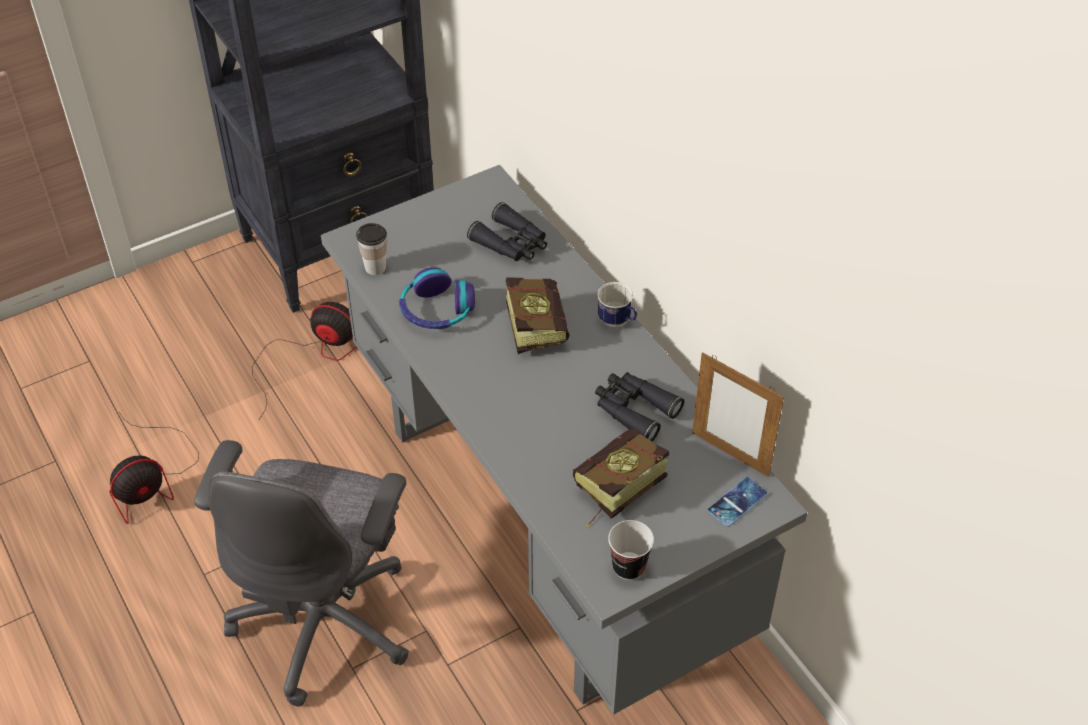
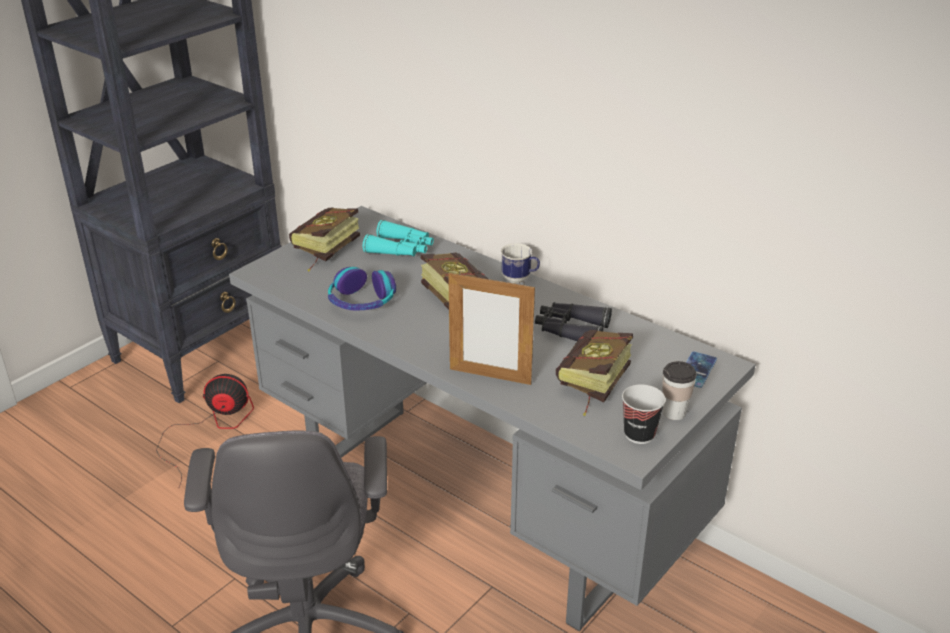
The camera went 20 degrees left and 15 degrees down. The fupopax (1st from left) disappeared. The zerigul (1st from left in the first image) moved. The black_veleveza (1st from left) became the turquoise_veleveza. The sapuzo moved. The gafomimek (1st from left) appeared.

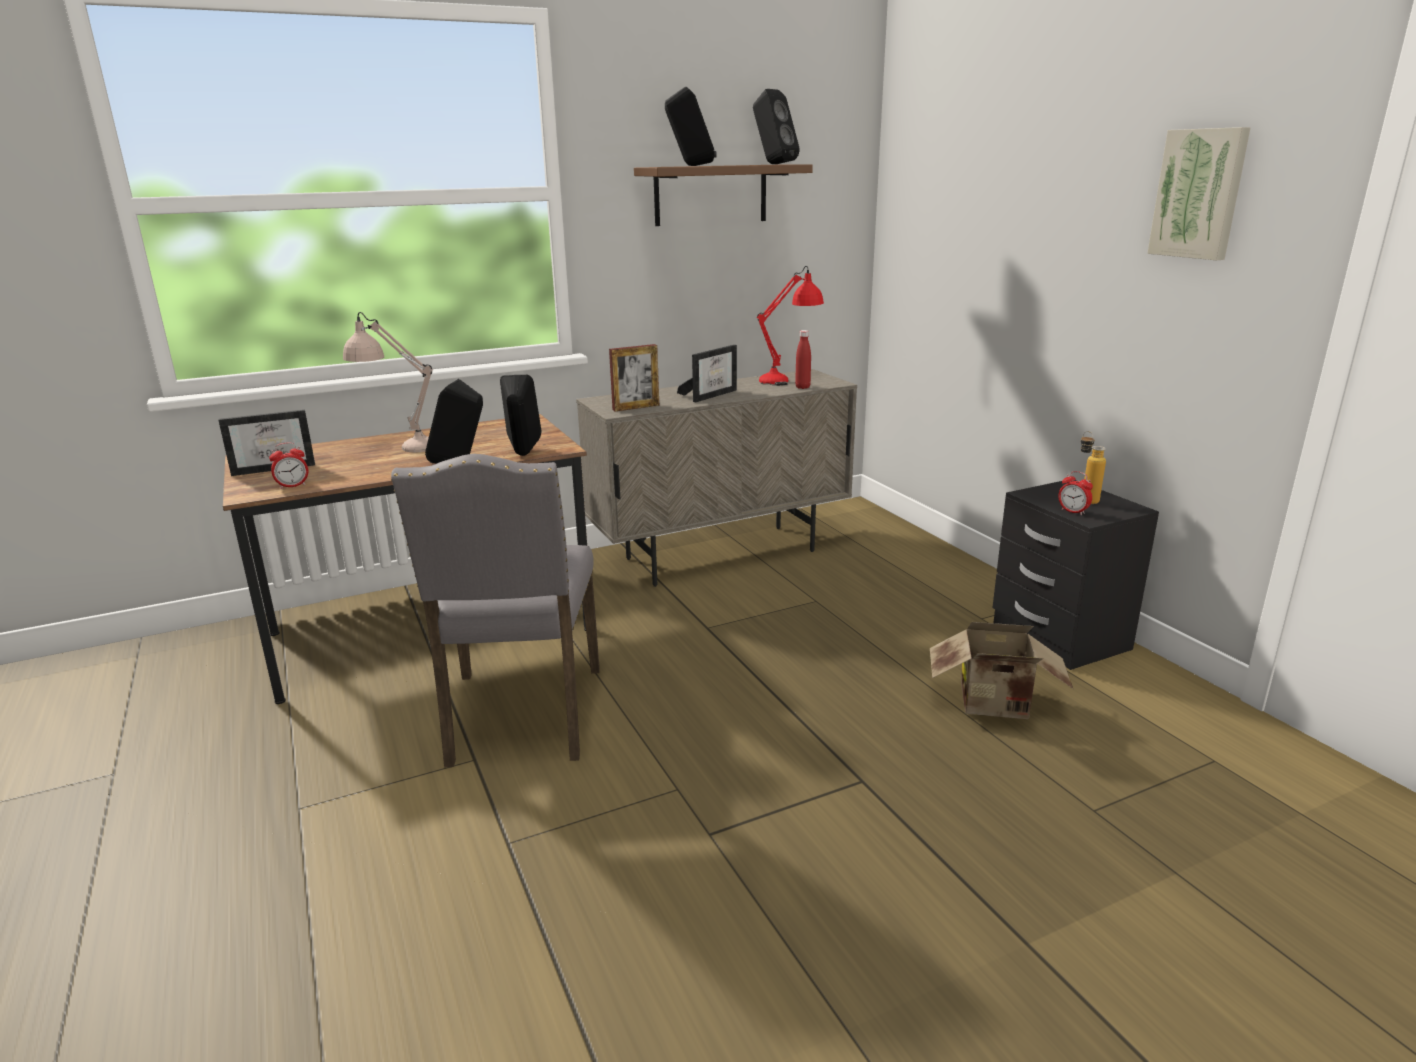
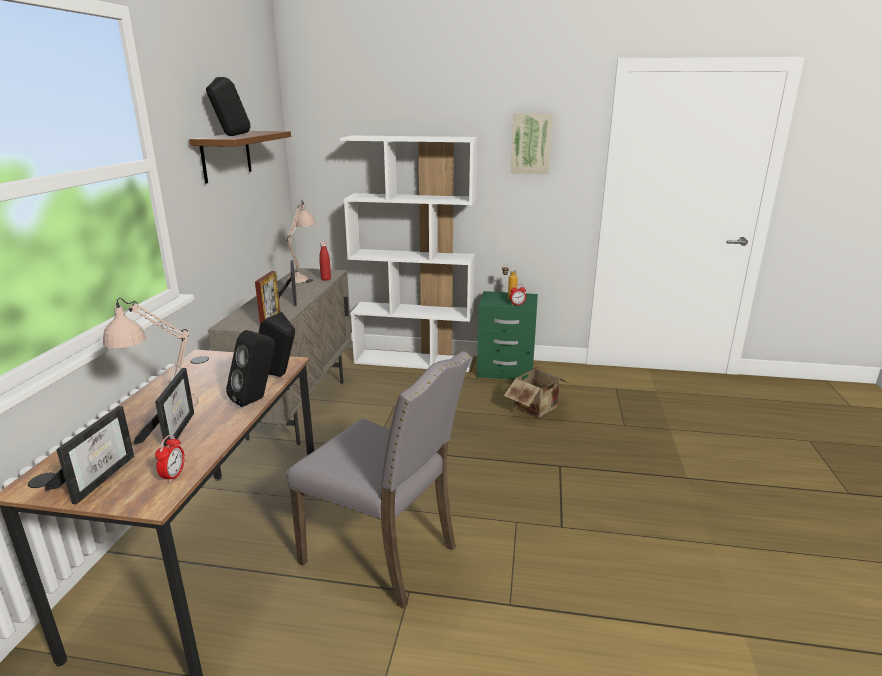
The camera went 55 degrees left and 0 degrees up. The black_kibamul (4th from left) disappeared. The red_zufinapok became the beige_zufinapok (2nd from left). The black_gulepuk became the green_gulepuk. The sapuzo (2nd from left) appeared. The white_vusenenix appeared.

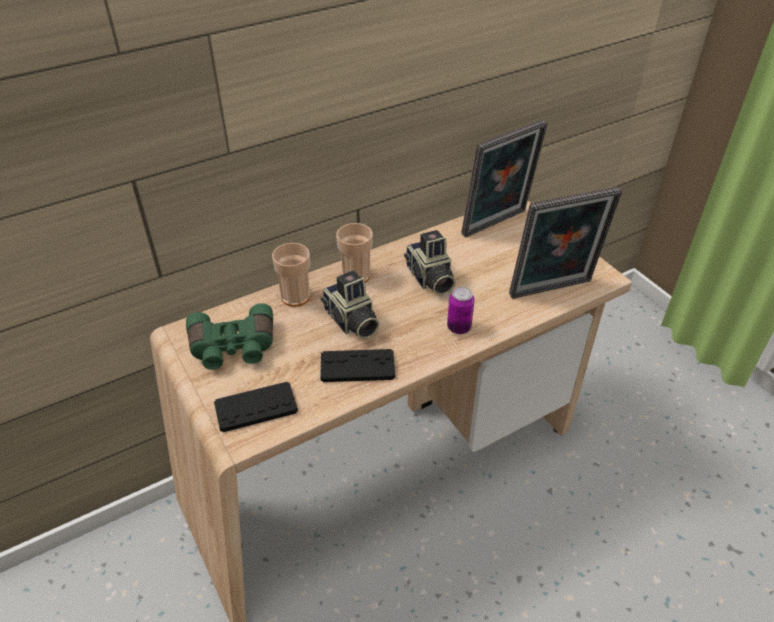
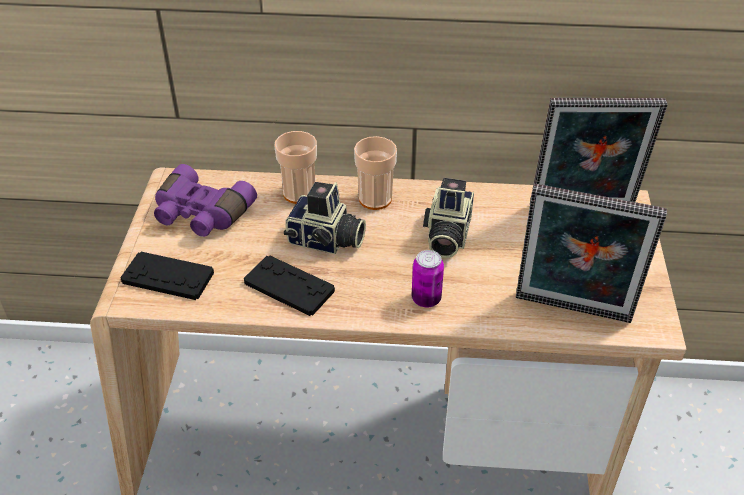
The camera went 35 degrees right and 0 degrees up. The green_veleveza became the purple_veleveza. The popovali (1st from left) turned 75 degrees counterclockwise.

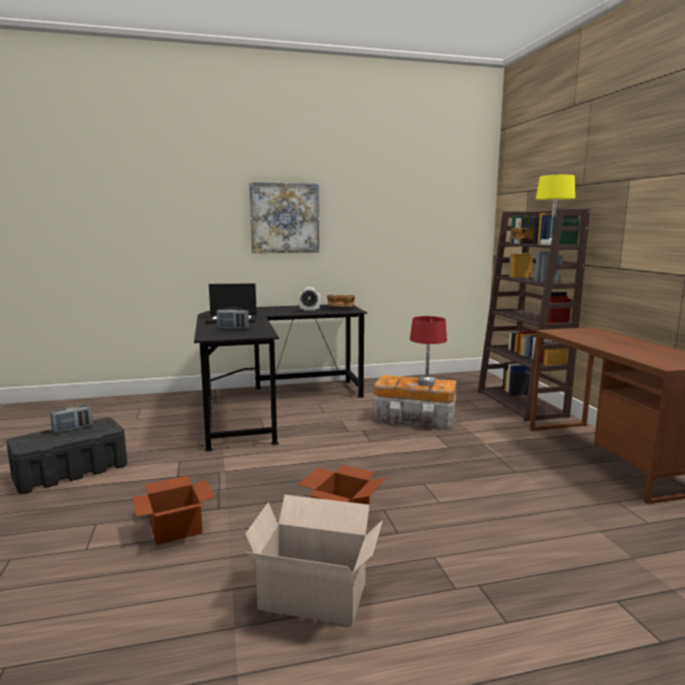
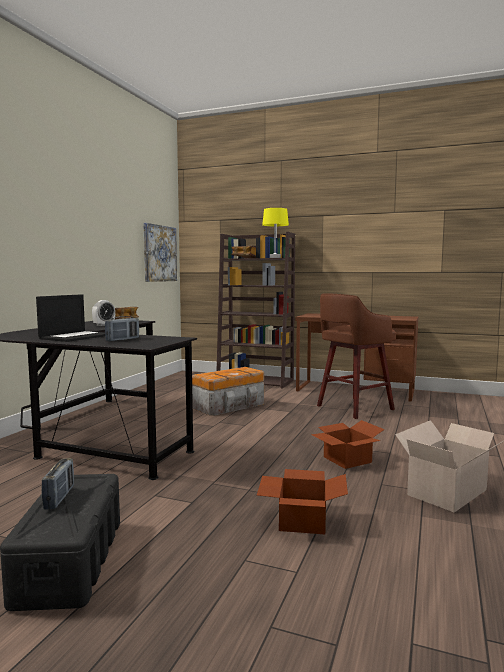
The camera went 55 degrees left and 5 degrees down. The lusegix moved. The red_zufinapok disappeared. The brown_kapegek appeared.

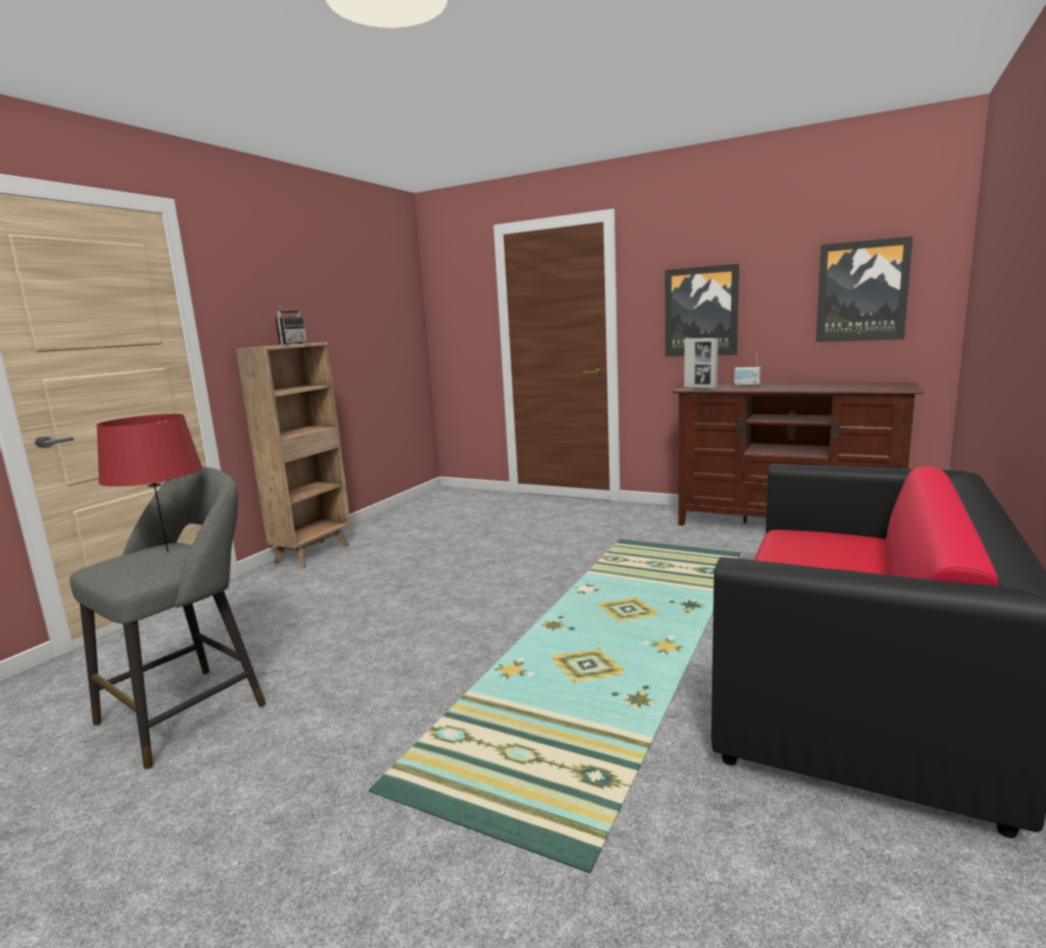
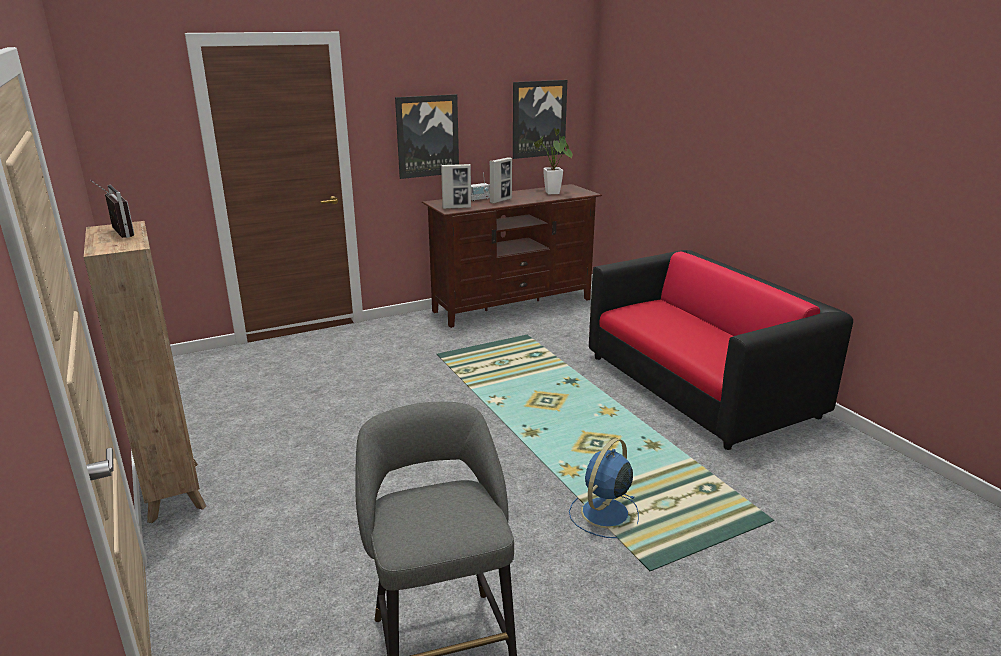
The camera went 55 degrees left and 10 degrees up. The red_zufinapok disappeared. The sapuzo (2nd from left) appeared. The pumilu appeared. The blue_fupopax appeared.

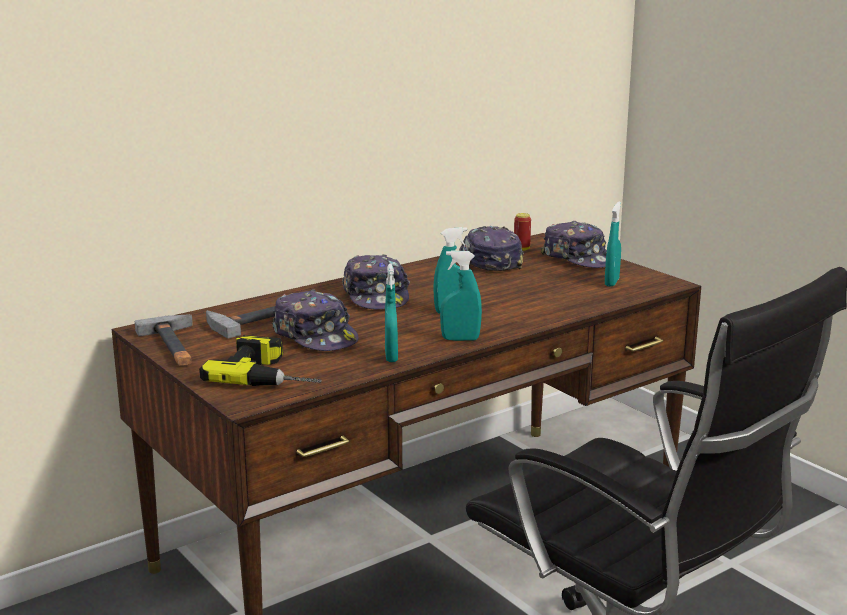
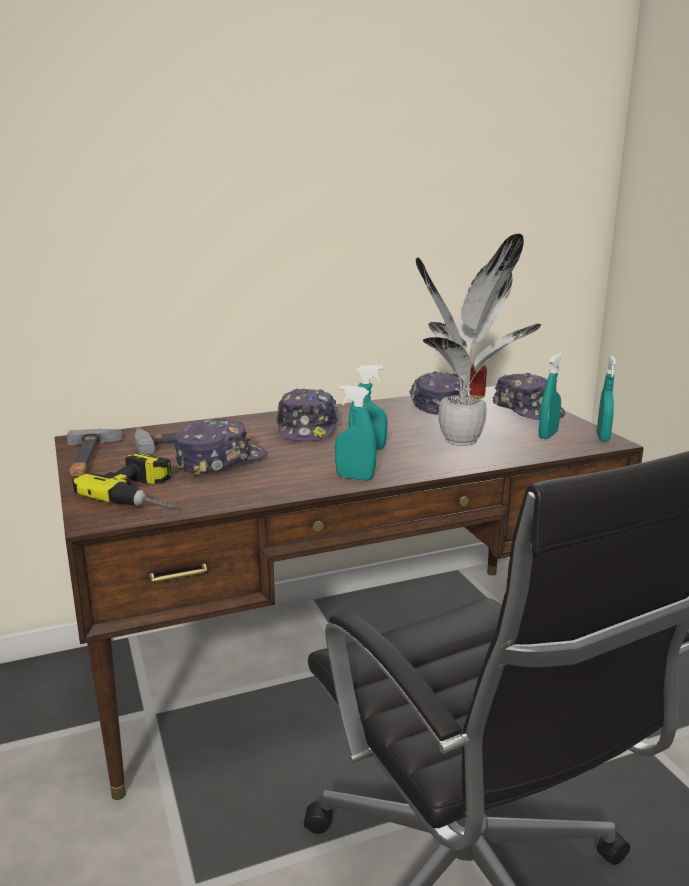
The camera went 15 degrees right and 0 degrees up. The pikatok (1st from left) turned 105 degrees counterclockwise. The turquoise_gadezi (1st from left in the first image) moved. The pumilu appeared.

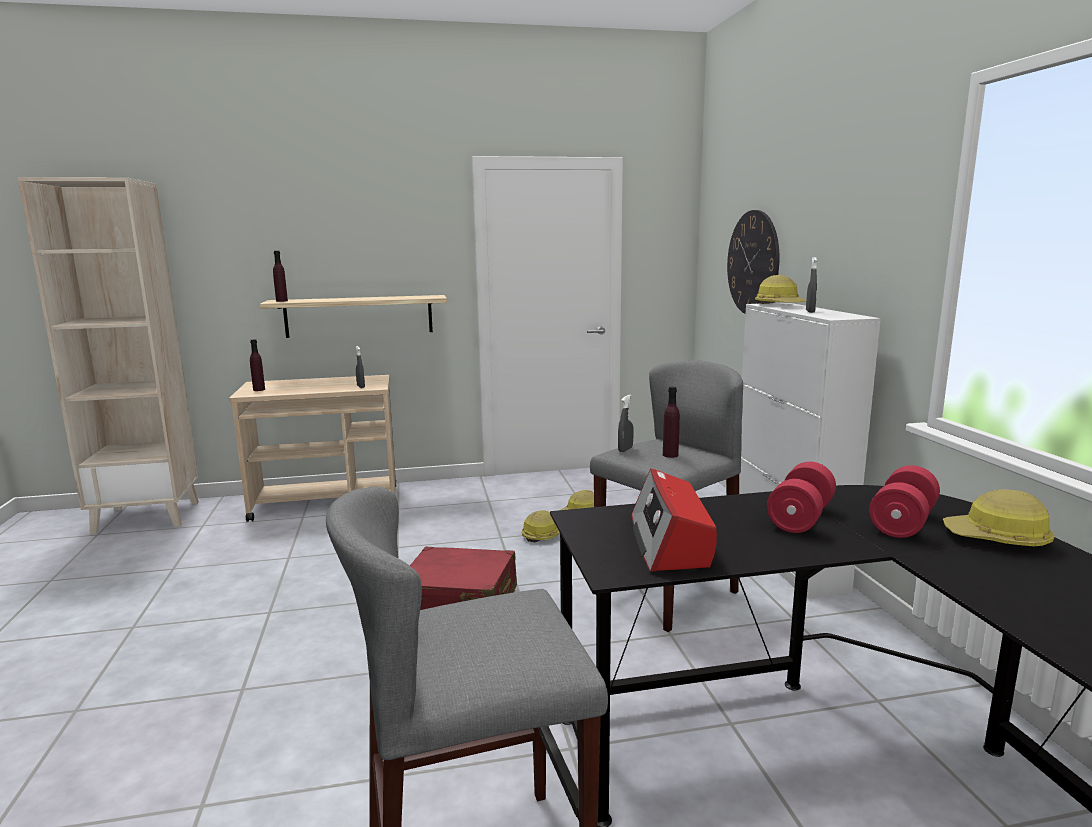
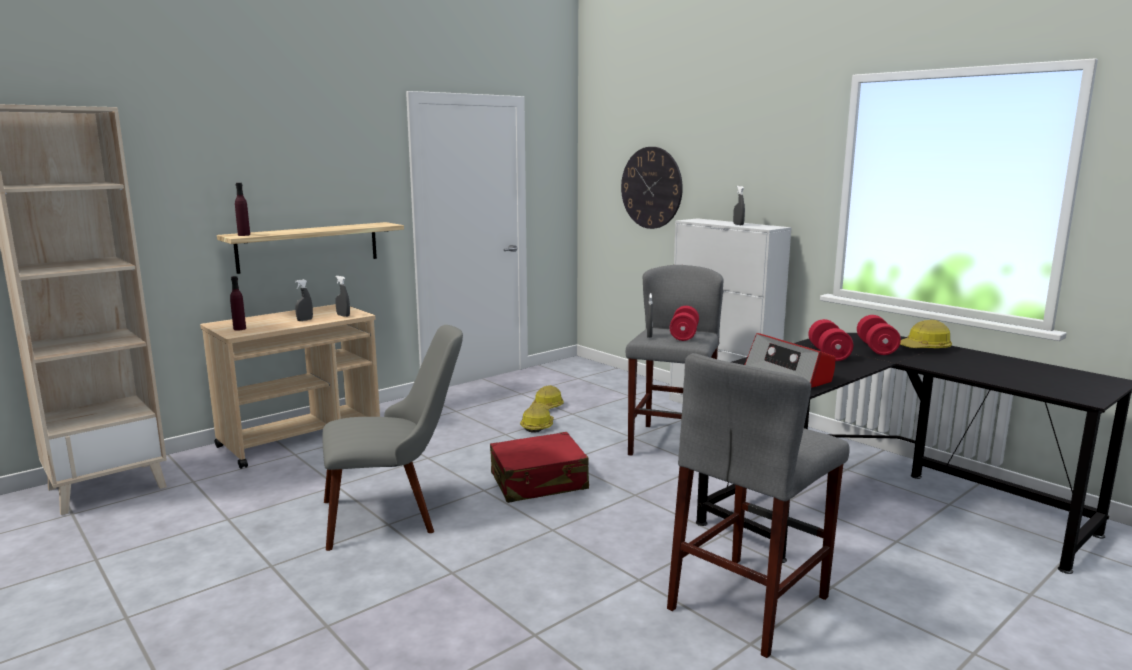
The camera went 30 degrees left and 0 degrees up. The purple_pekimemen (3rd from left) was replaced by the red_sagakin (1st from left). The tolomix (3rd from left) disappeared. The grey_gadezi (1st from left) appeared. The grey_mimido appeared.

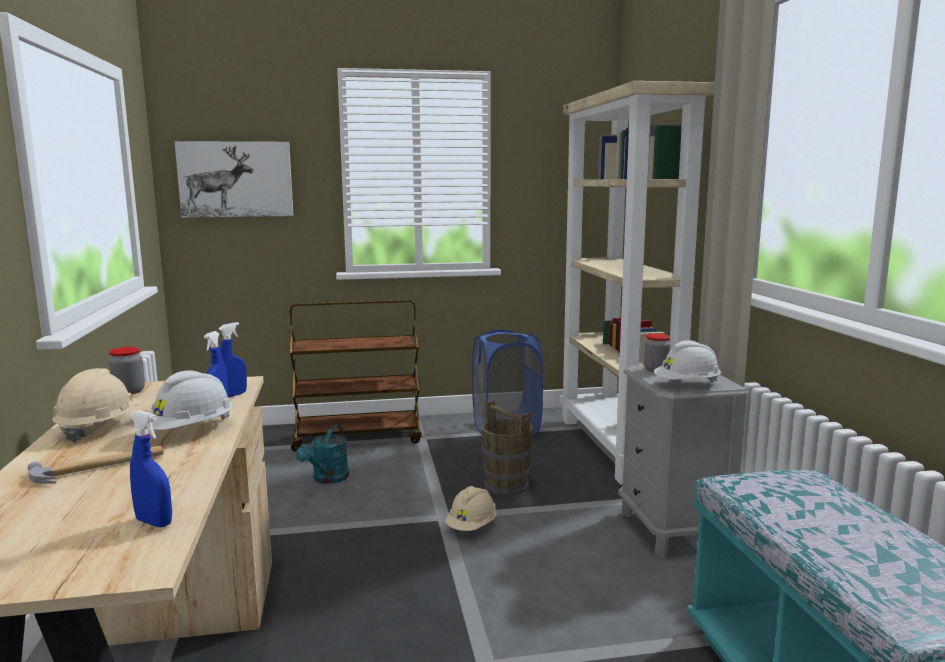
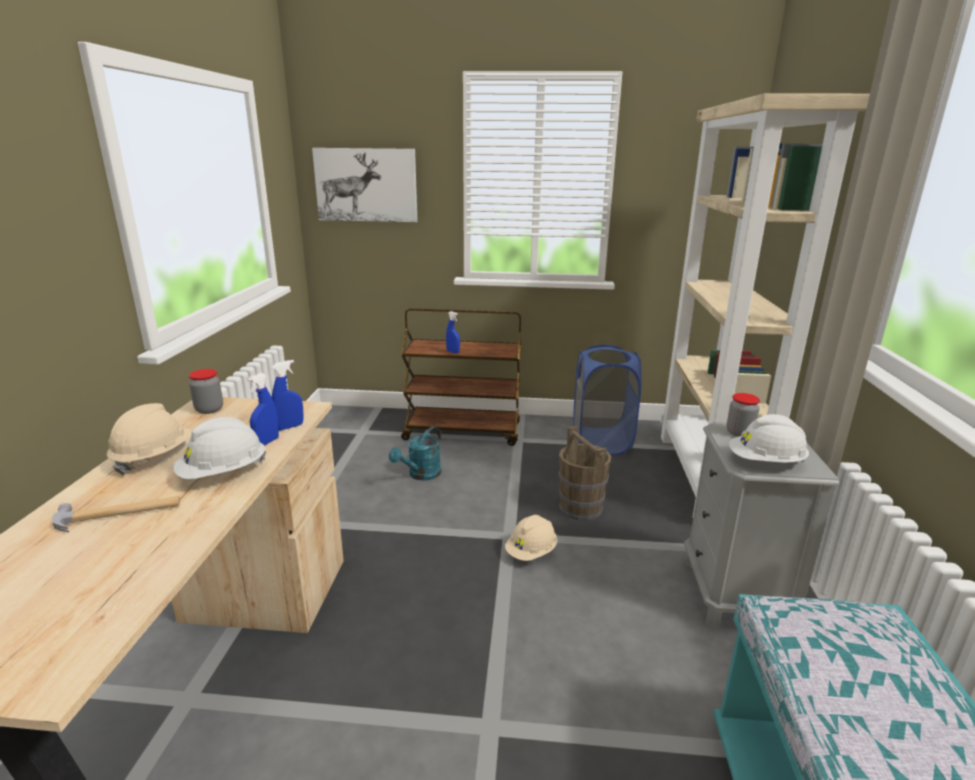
The camera went 15 degrees right and 10 degrees up. The blue_gadezi (1st from left in the first image) moved.

